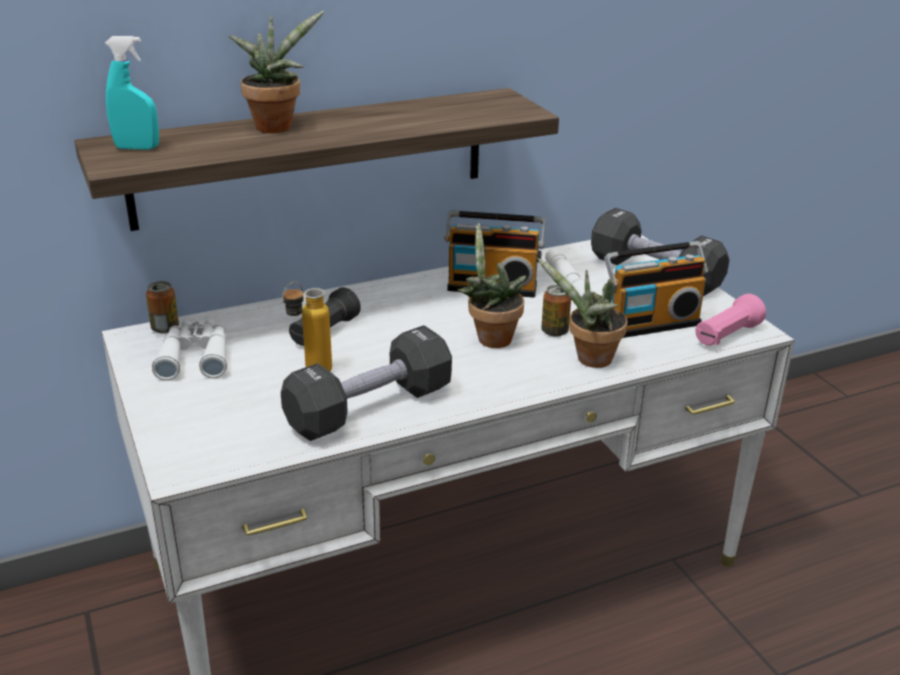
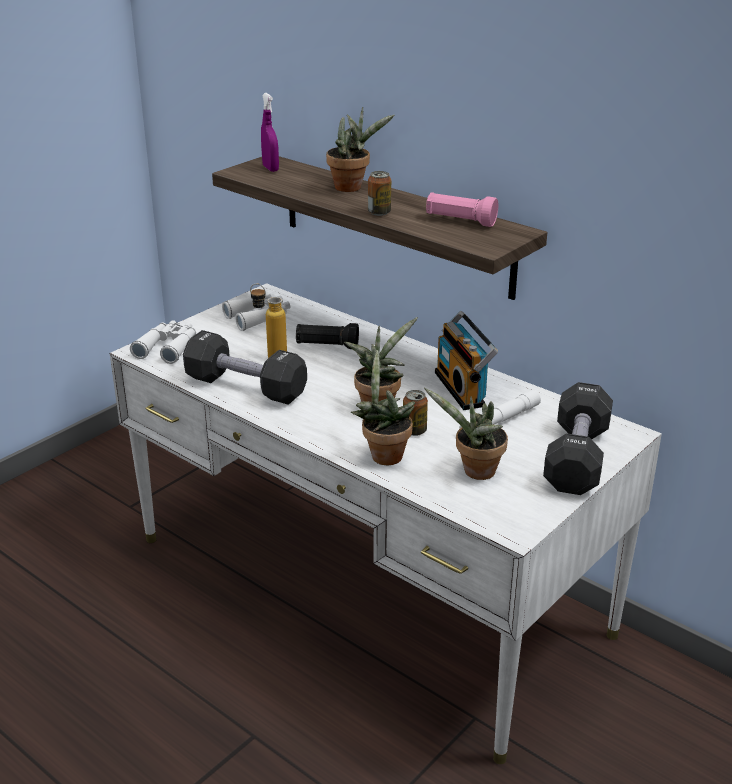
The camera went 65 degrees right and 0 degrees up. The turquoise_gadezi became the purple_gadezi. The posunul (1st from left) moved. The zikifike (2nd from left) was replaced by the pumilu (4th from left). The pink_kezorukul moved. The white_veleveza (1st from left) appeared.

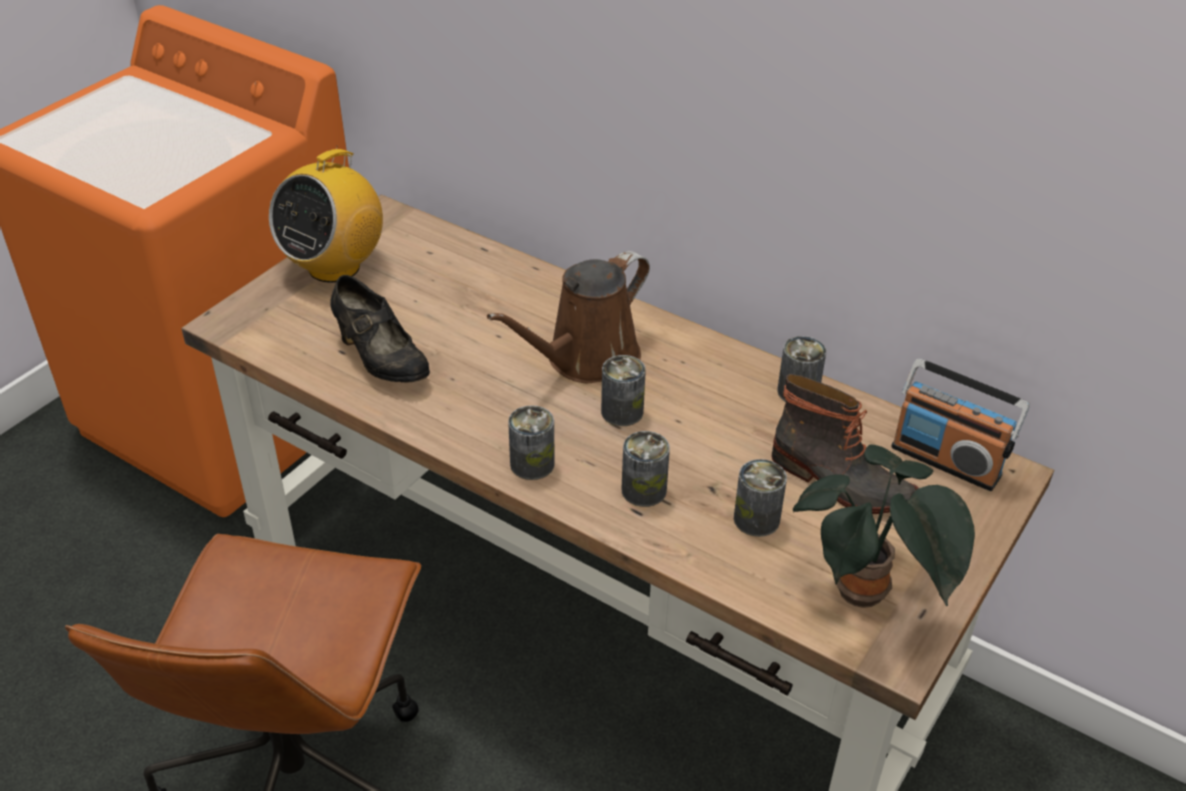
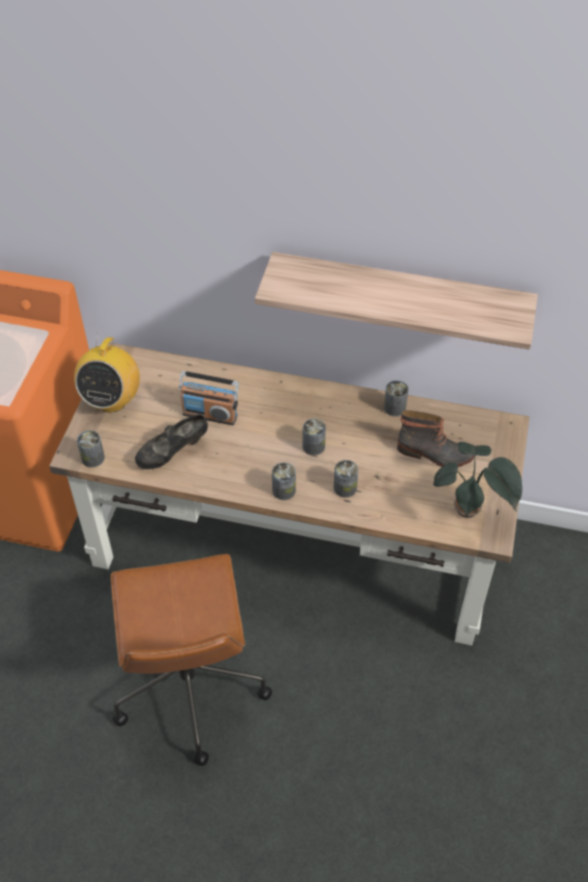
The camera went 20 degrees left and 10 degrees up. The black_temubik turned 120 degrees clockwise. The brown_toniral disappeared. The posunul (4th from left in the first image) moved. The zikifike (2nd from left) moved. The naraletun appeared.

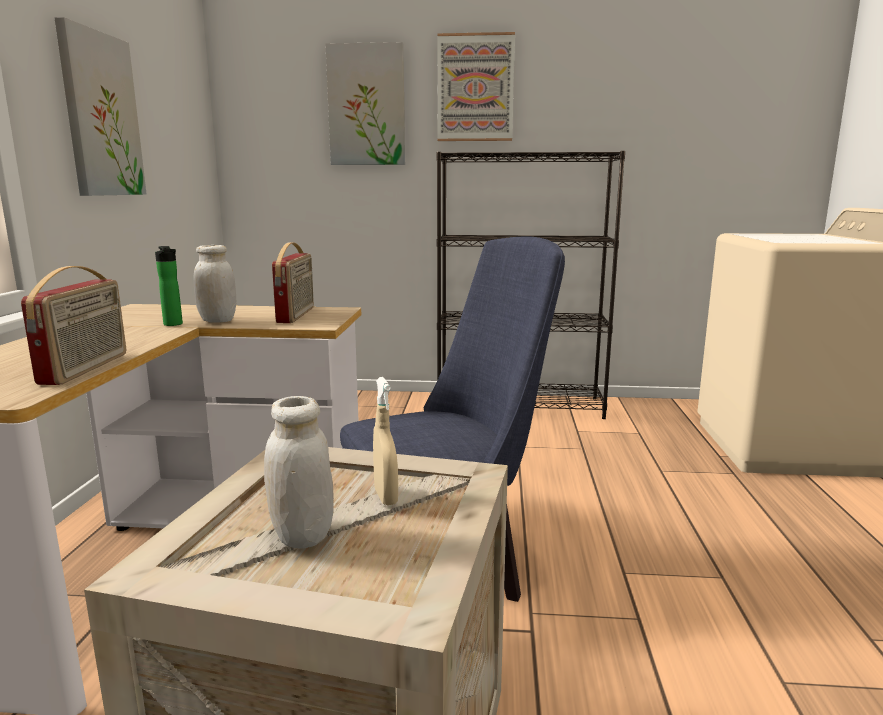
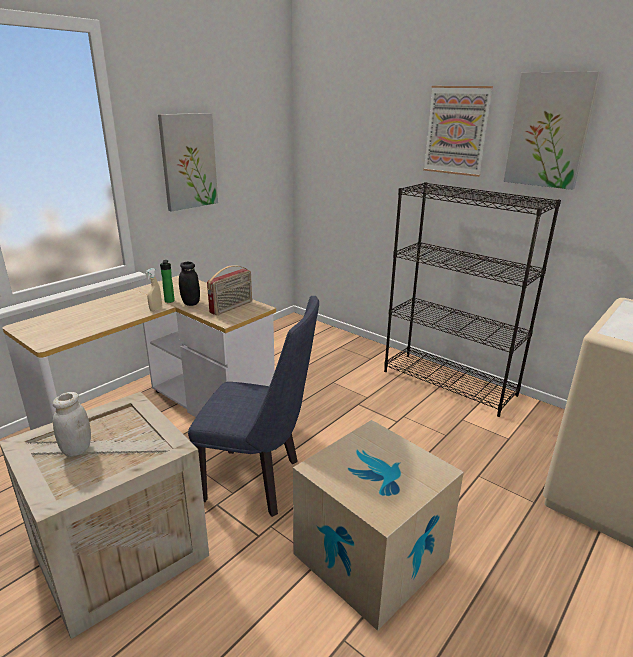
The camera went 35 degrees right and 10 degrees up. The zikifike (1st from left) disappeared. The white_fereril (1st from left) became the black_fereril. The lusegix (2nd from left in the first image) moved. The beige_gadezi moved. The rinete appeared.

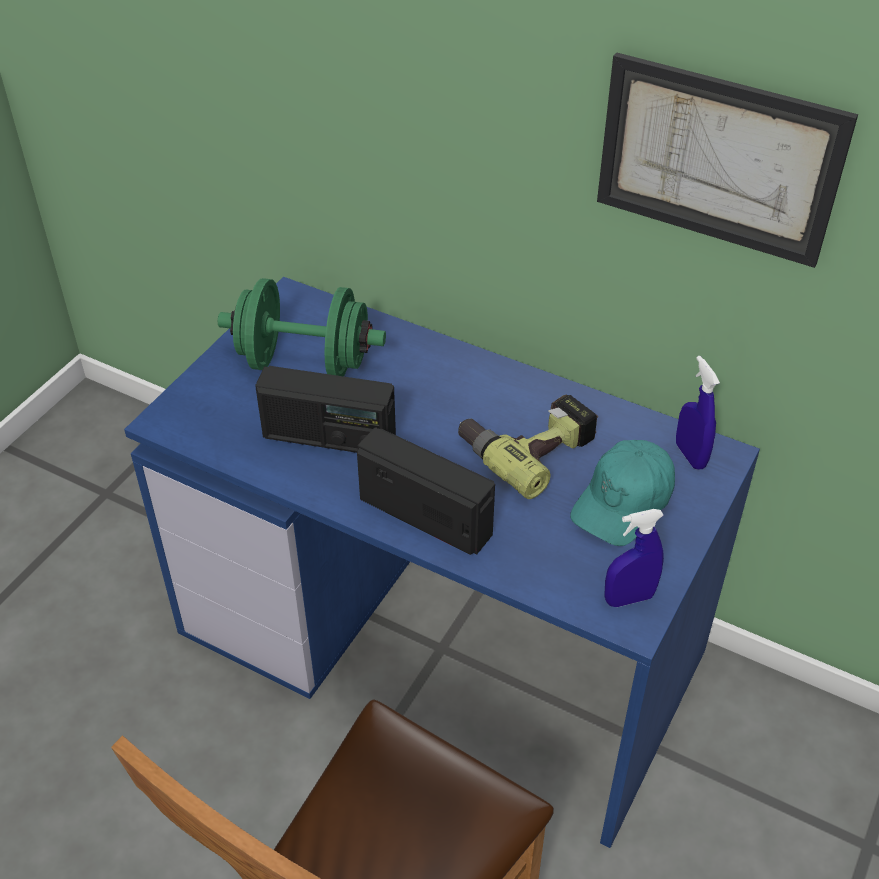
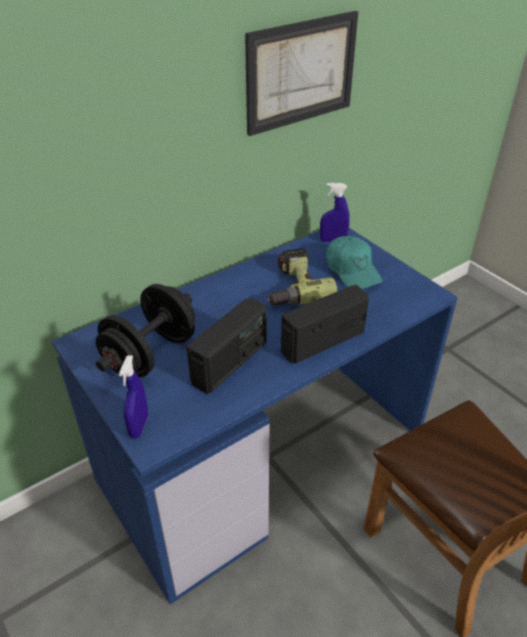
The camera went 65 degrees left and 5 degrees down. The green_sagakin became the black_sagakin. The blue_gadezi (1st from left) moved.

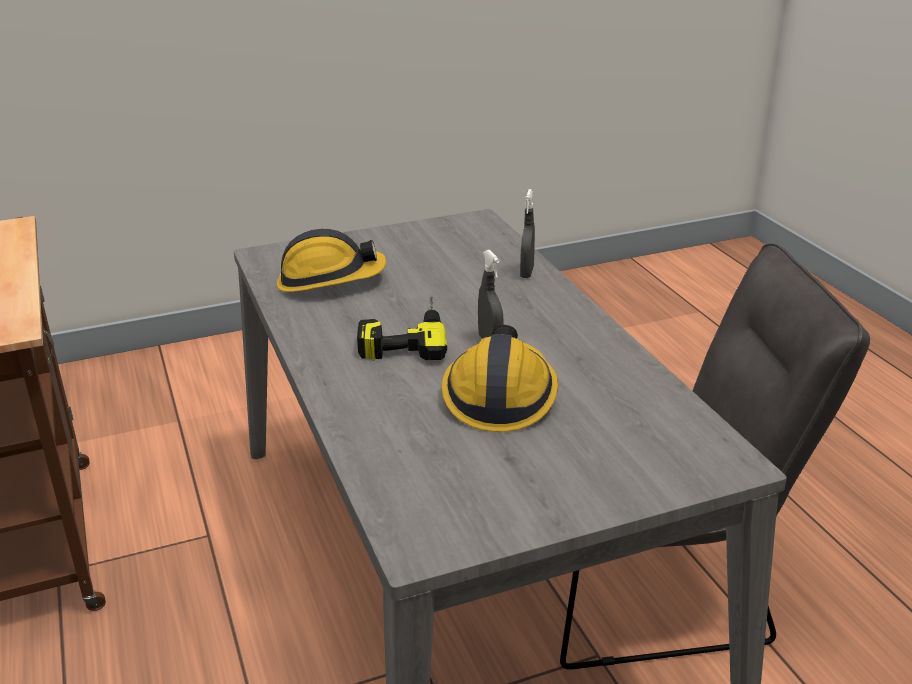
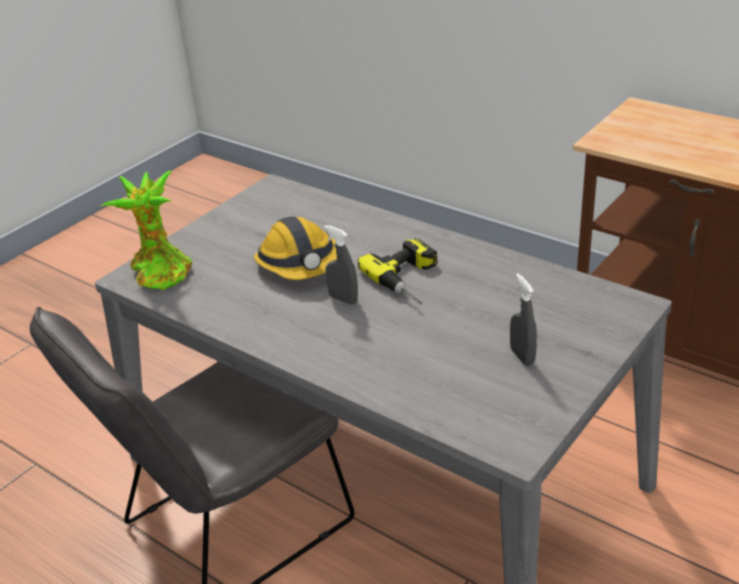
The camera went 150 degrees right and 5 degrees up. The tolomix (1st from left) disappeared. The grey_gadezi (2nd from left) moved. The pumilu appeared.

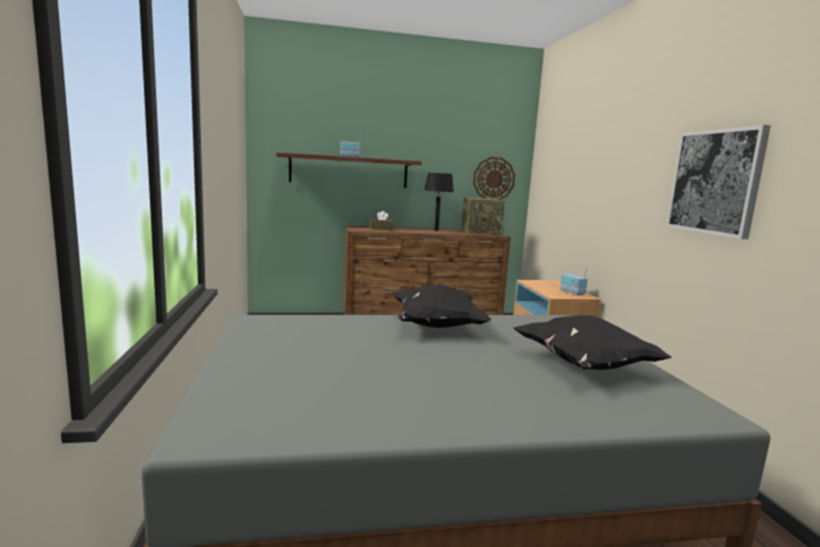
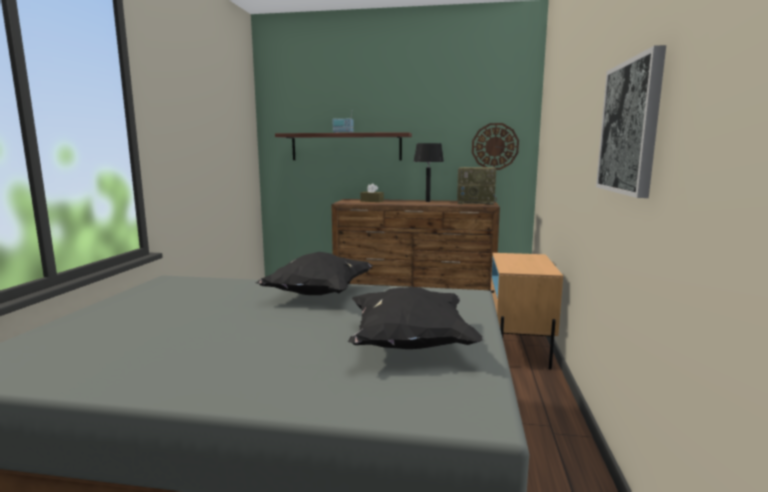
The camera went 20 degrees right and 0 degrees up. The zikifike (3rd from left) disappeared.

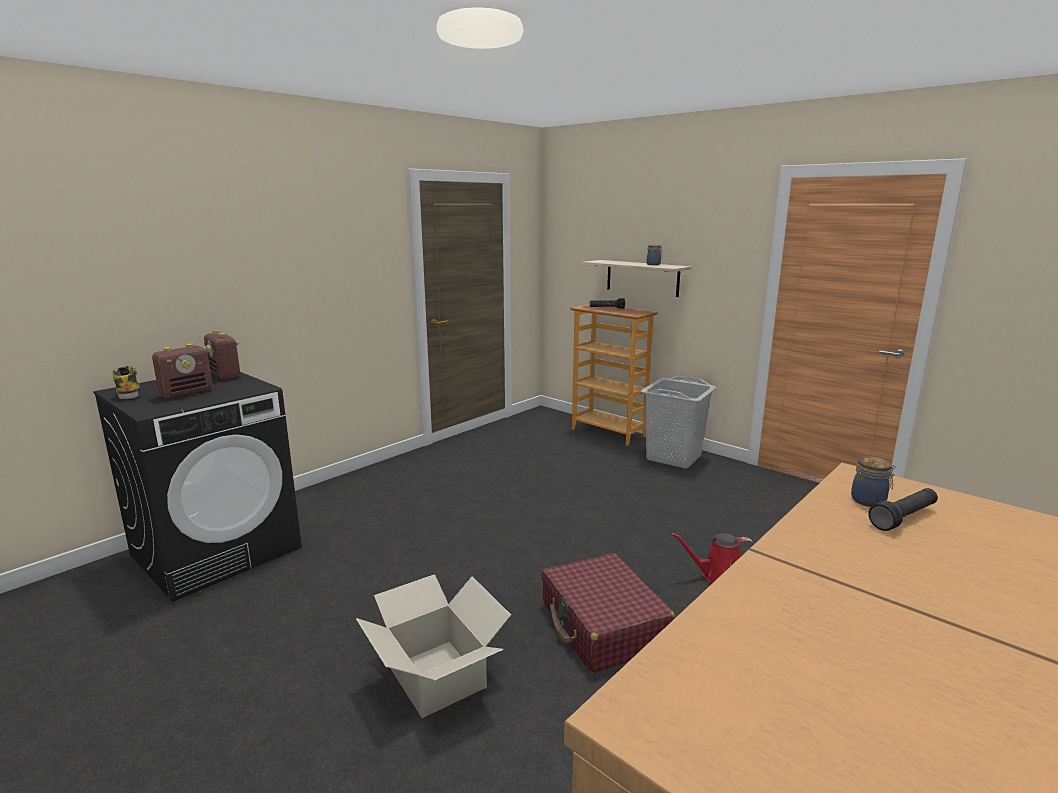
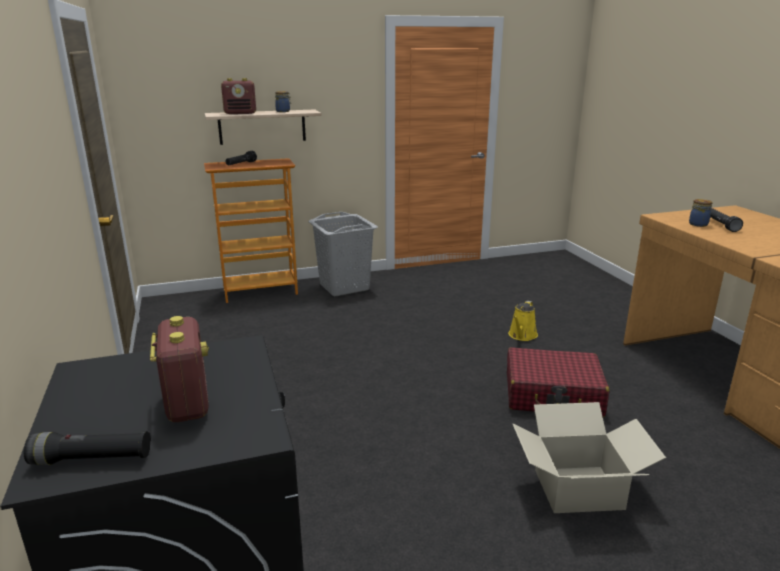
The camera went 60 degrees left and 5 degrees up. The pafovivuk was replaced by the black_kezorukul (1st from left). The zikifike (2nd from left) moved. The red_toniral became the yellow_toniral.

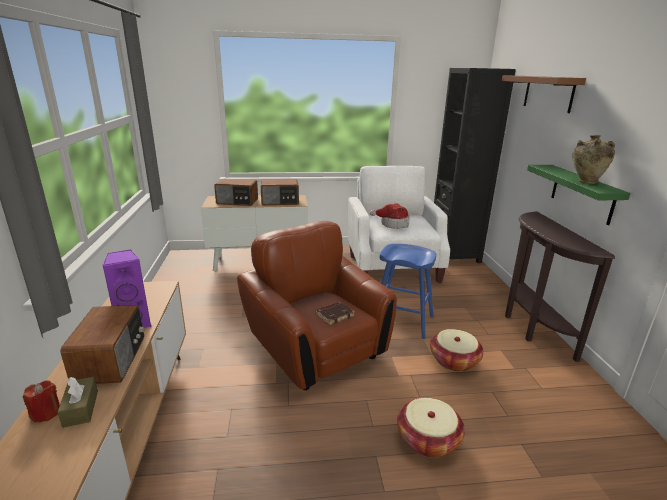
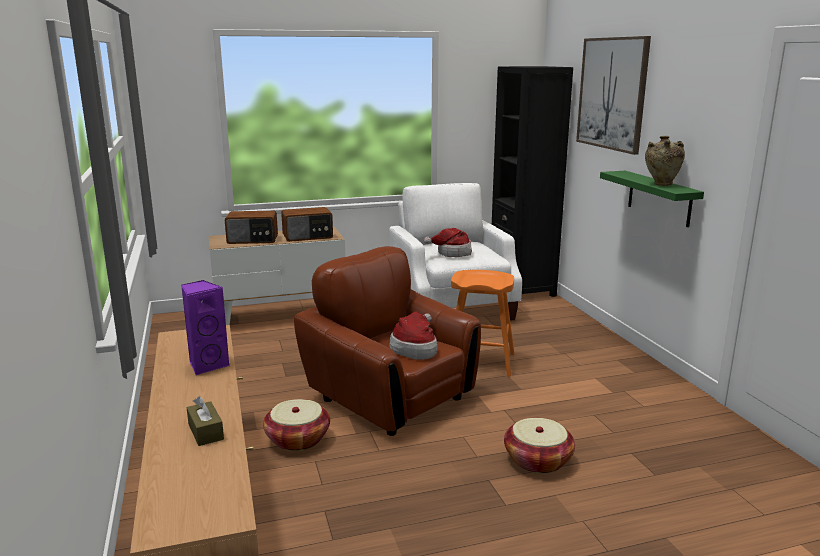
The camera went 10 degrees left and 5 degrees down. The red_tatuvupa disappeared. The zikifike (1st from left) disappeared. The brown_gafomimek was replaced by the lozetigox (1st from left). The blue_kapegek became the orange_kapegek. The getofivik (2nd from left in the first image) moved. The brown_naraletun was replaced by the lusegix. The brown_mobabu disappeared.

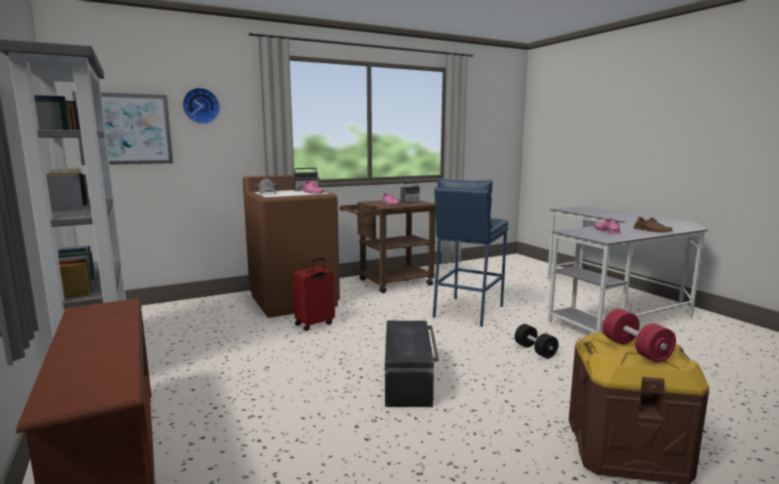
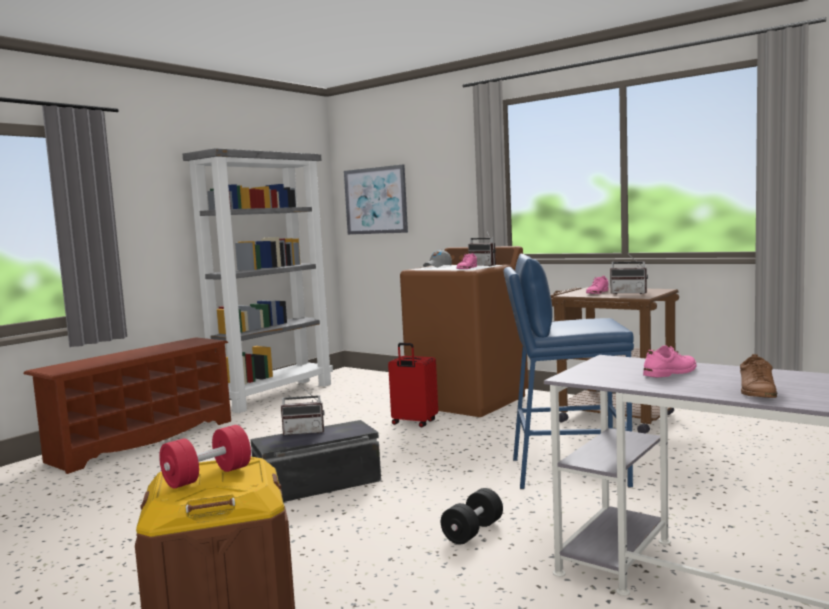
The camera went 65 degrees right and 5 degrees down. The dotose disappeared. The zikifike (1st from left) appeared.

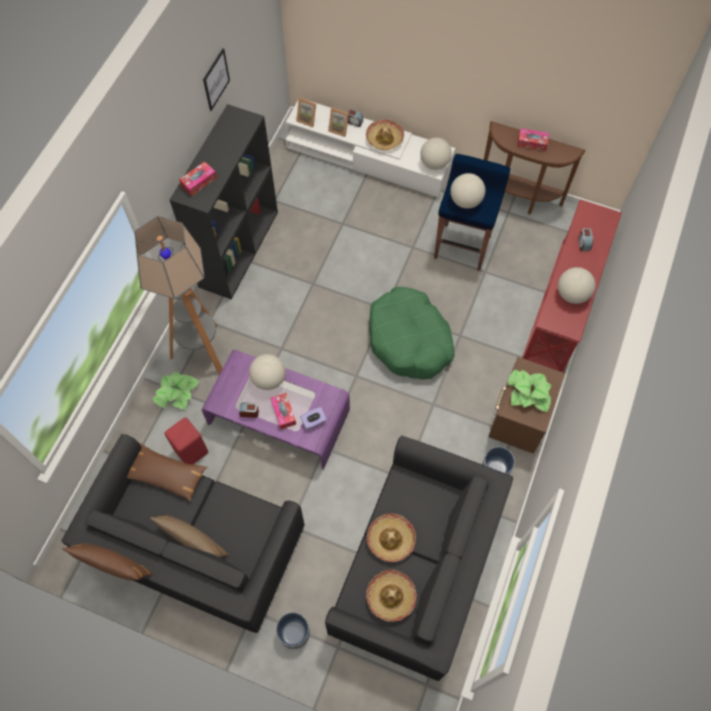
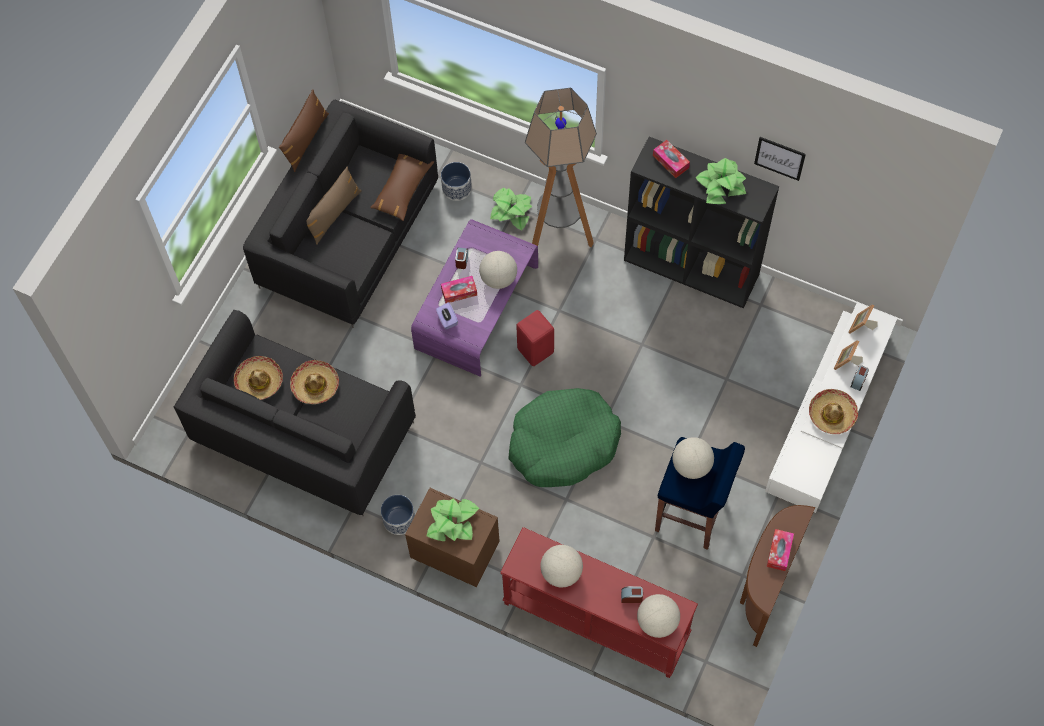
The camera went 95 degrees right and 0 degrees up. The red_kapegek moved. The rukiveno (1st from left in the first image) moved. The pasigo (2nd from left in the first image) moved. The pumilu (3rd from left) appeared.

